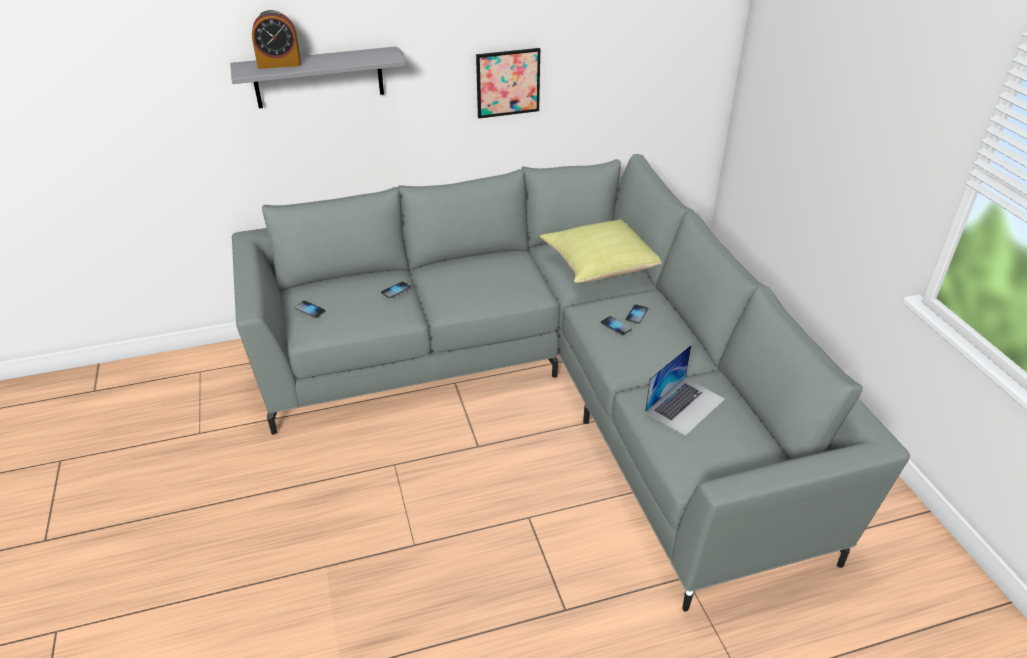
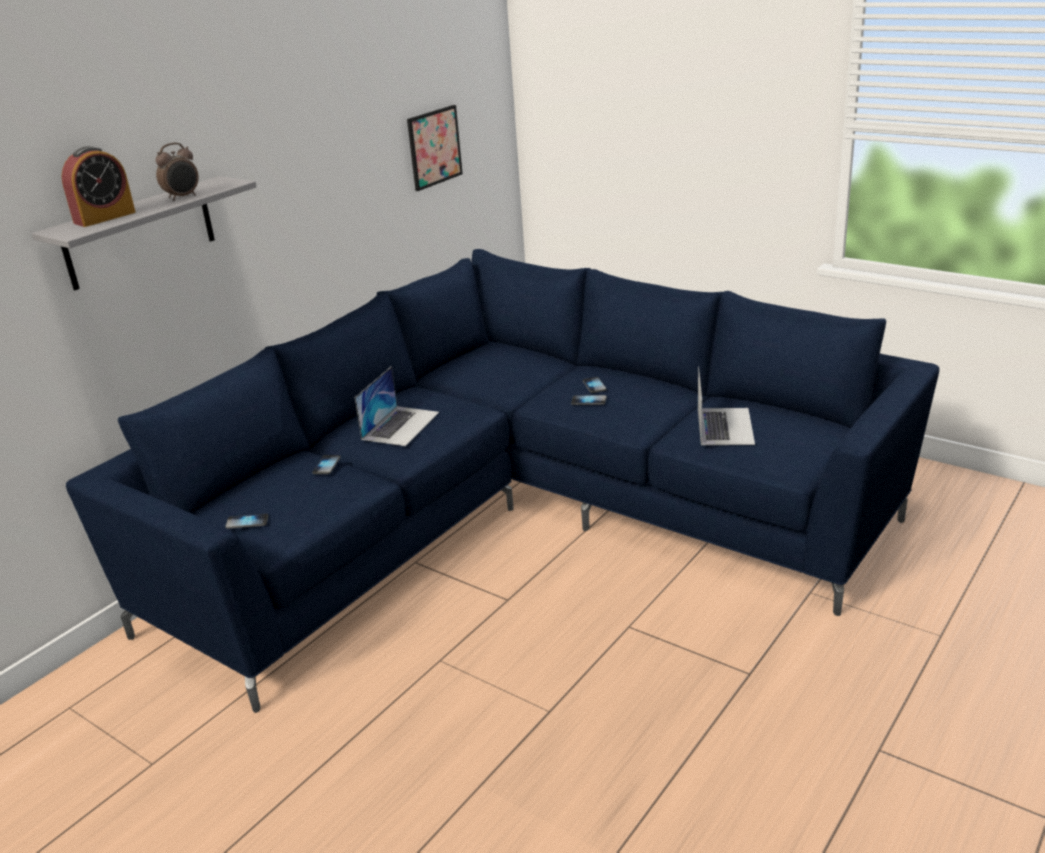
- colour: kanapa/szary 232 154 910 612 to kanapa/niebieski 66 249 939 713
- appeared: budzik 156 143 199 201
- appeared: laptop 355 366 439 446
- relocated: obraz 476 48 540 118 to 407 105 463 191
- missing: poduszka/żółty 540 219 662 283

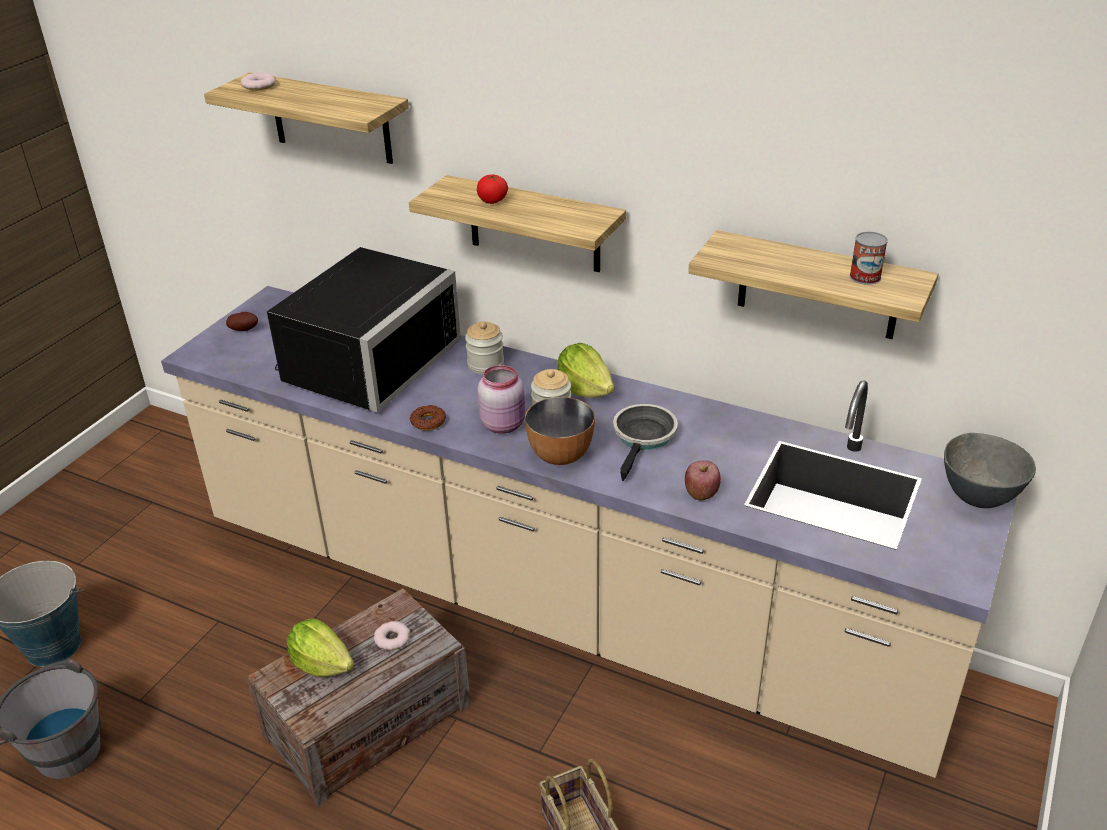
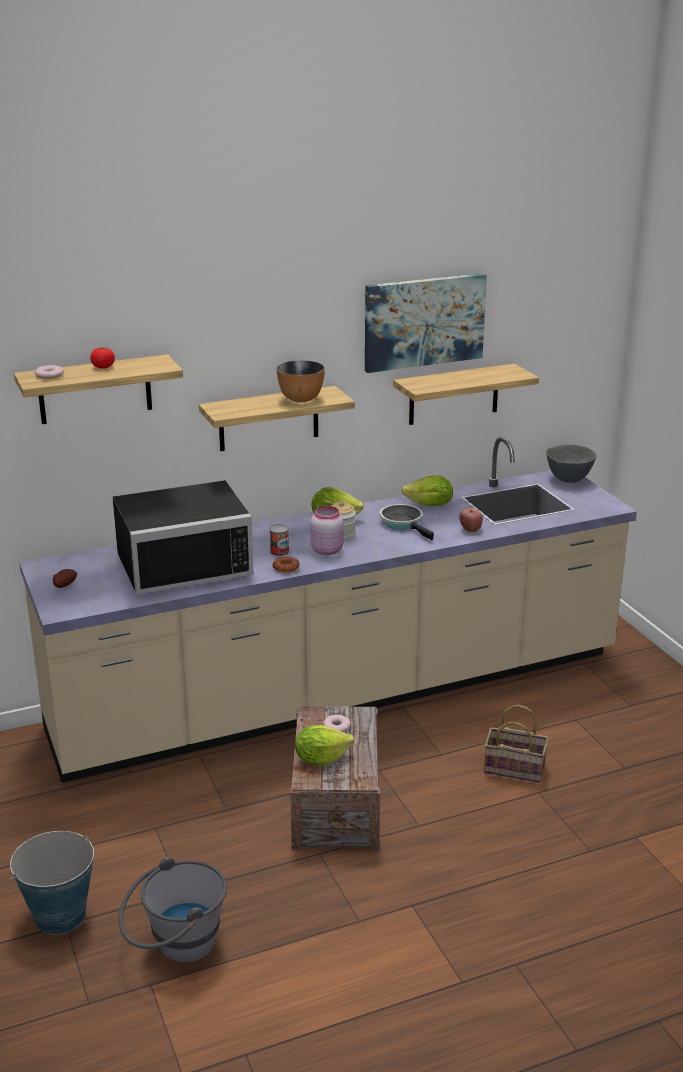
- relocated: pomidor 477 174 508 204 to 90 347 115 369
- spun: mikrofalówka/czarny 267 247 461 413 = 112 480 254 595 90 degrees clockwise
- relocated: puszka 850 232 888 285 to 269 524 289 556
- relocated: miska 525 397 595 465 to 277 360 325 402
- appeared: obraz 365 273 487 373
- appeared: sałata 402 475 453 506
- missing: słoik 465 321 504 374

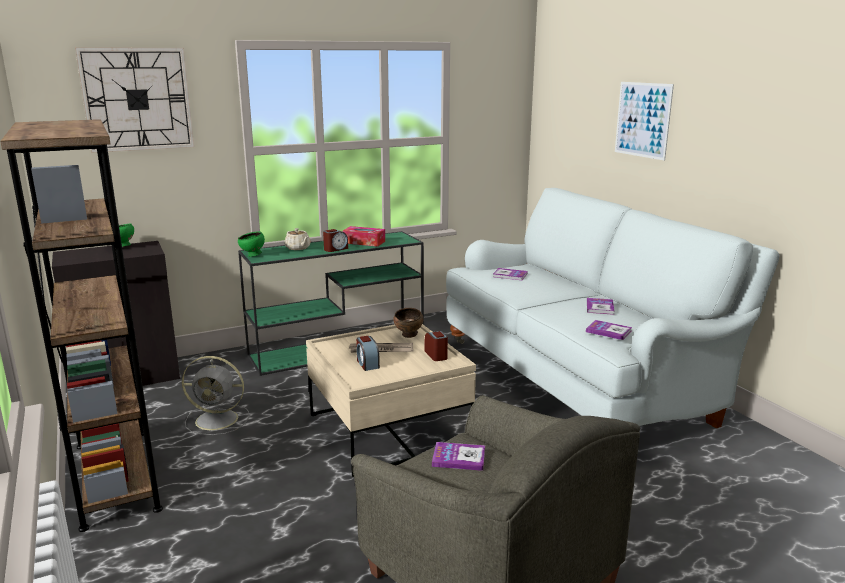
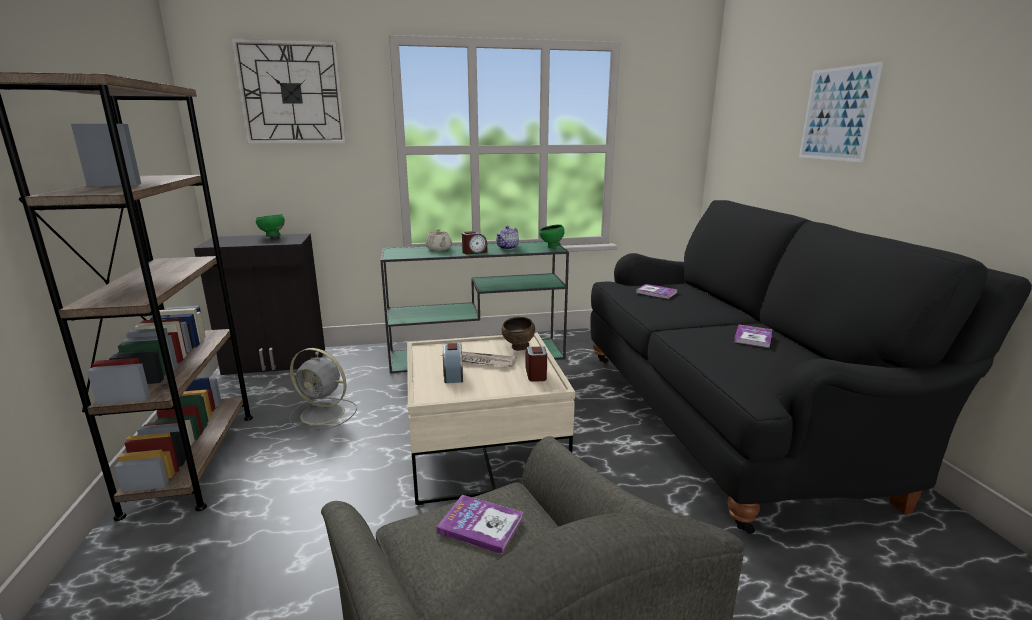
- exchanged: pudełko chusteczek 342 226 385 247 to imbryk 496 226 519 250
- relocated: miska/zielony 238 232 265 257 to 539 225 565 248
- colour: kanapa/biały 446 188 779 428 to kanapa/czarny 590 200 1032 534
- missing: książka 586 320 632 340

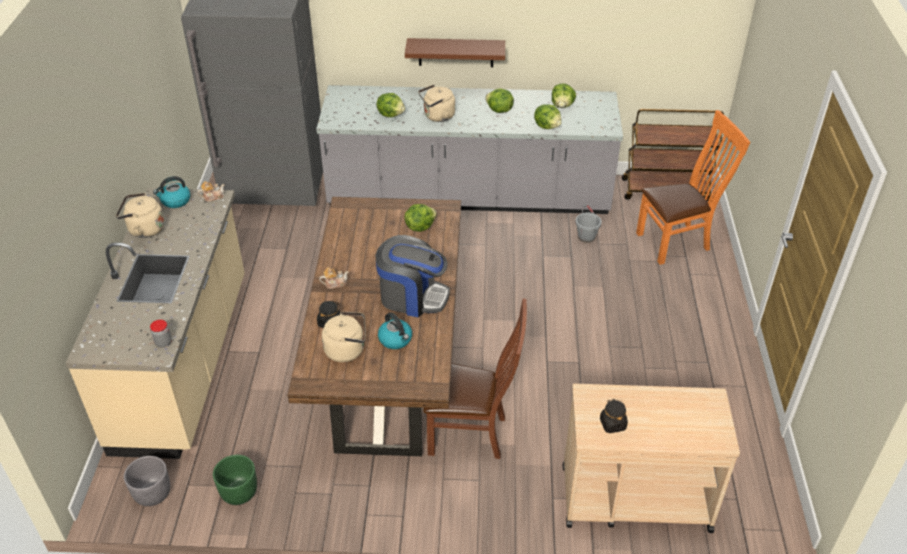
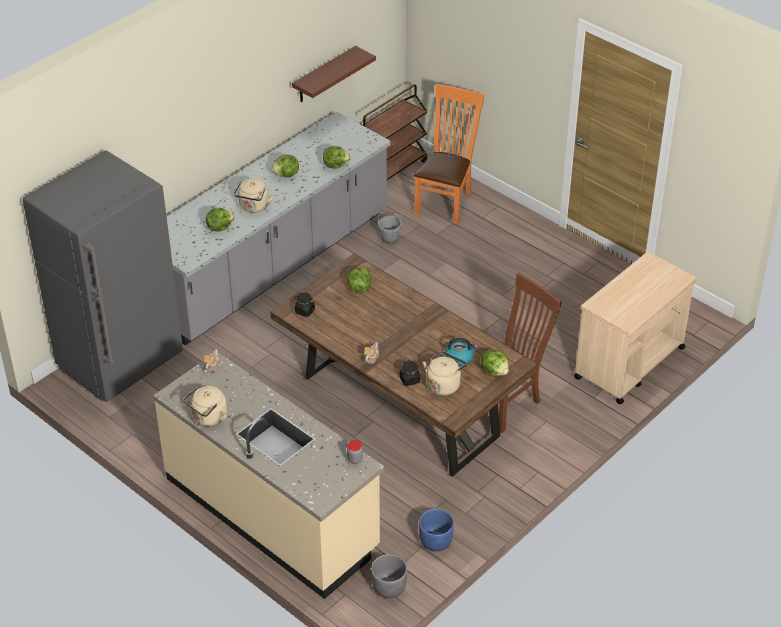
- relocated: półka/brązowy 405 38 505 67 to 292 46 376 102
- relocated: słoik/czarny 600 399 628 433 to 294 292 315 317
- colour: donica/zielony 213 455 257 505 to donica/niebieski 419 509 454 552
- relocated: sałata 552 83 576 108 to 481 349 509 376
- missing: czajnik 153 176 190 208
- missing: ekspres do kawy 376 235 450 317

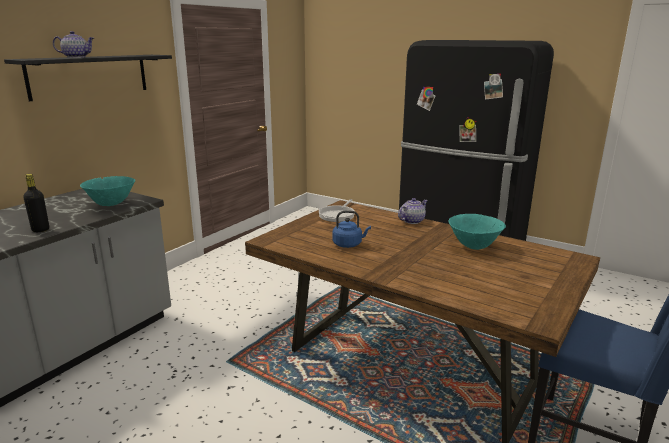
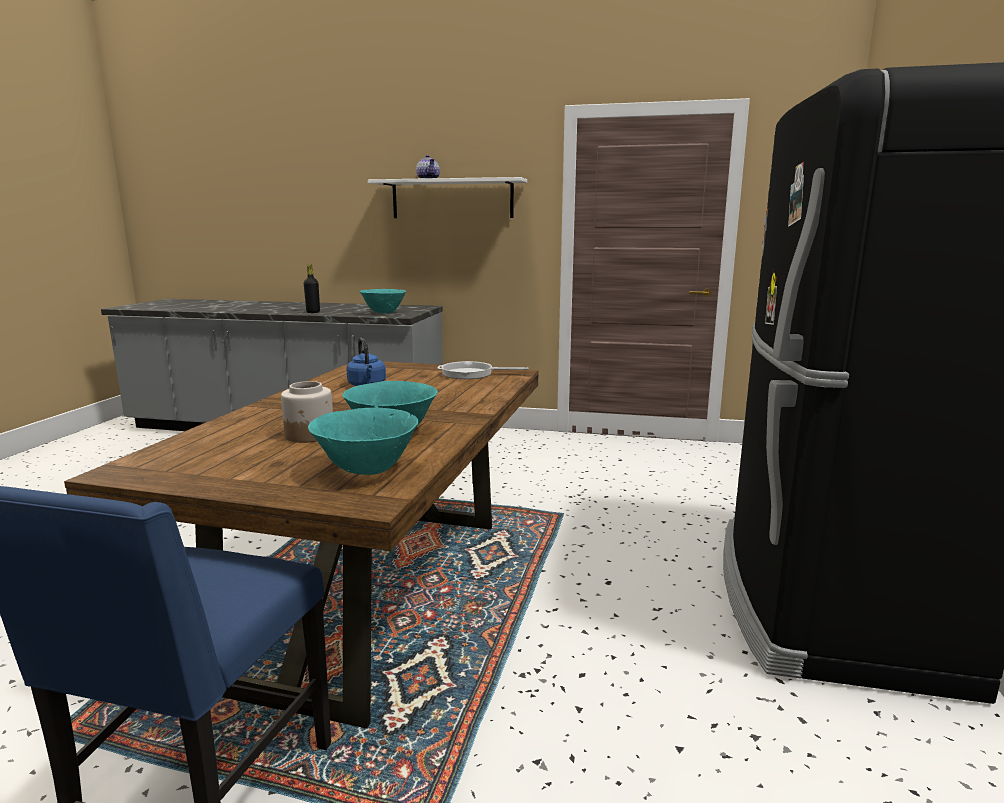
- appeared: słoik 281 381 333 443
- appeared: miska/turkusowy 308 408 419 475
- colour: półka/czarny 4 55 172 101 to półka/biały 368 177 527 218
- missing: imbryk 398 198 428 224

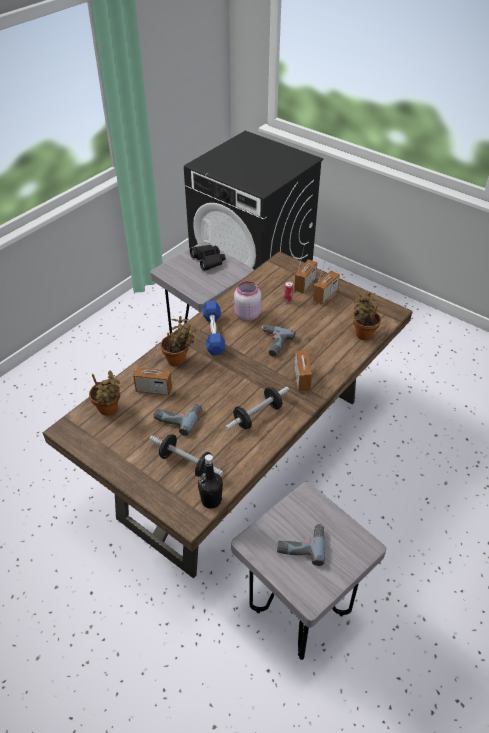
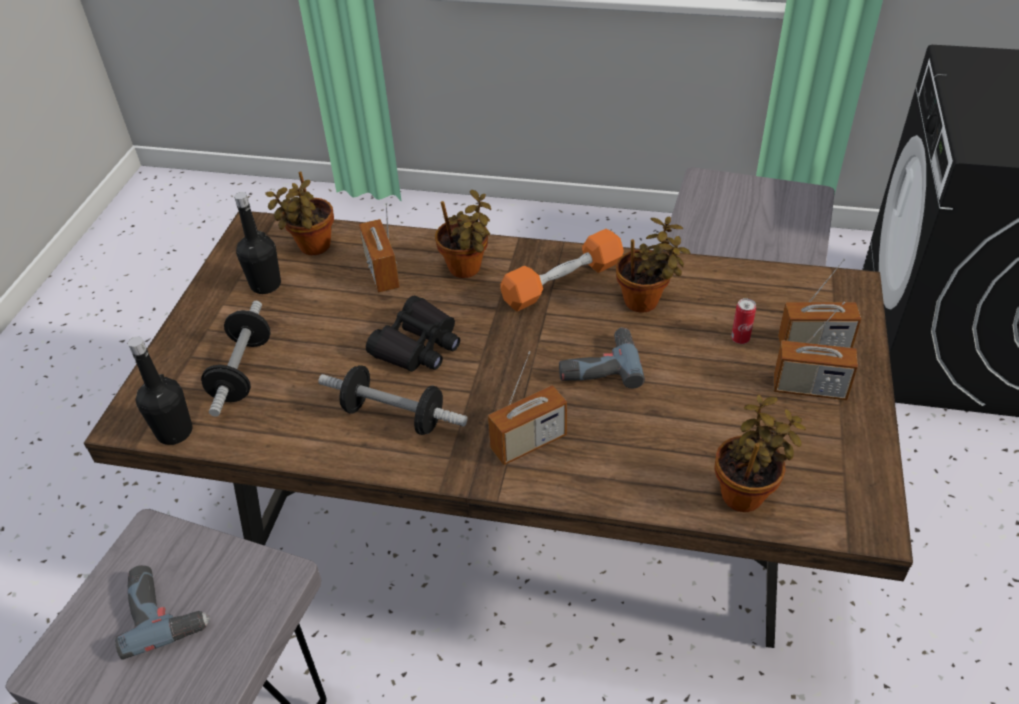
- appeared: butelka/czarny 234 192 281 294
- relocated: lornetka/czarny 190 245 226 271 to 366 296 460 372
- colour: hantel/niebieski 202 301 226 355 to hantel/pomarańczowy 500 229 624 311
- exchanged: słoik/różowy 234 281 261 321 to roślina doniczkowa 616 217 690 313
- missing: wiertarka 153 403 202 436

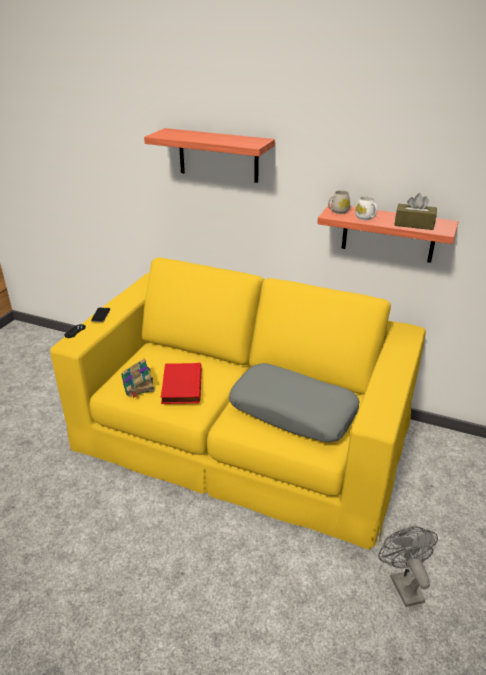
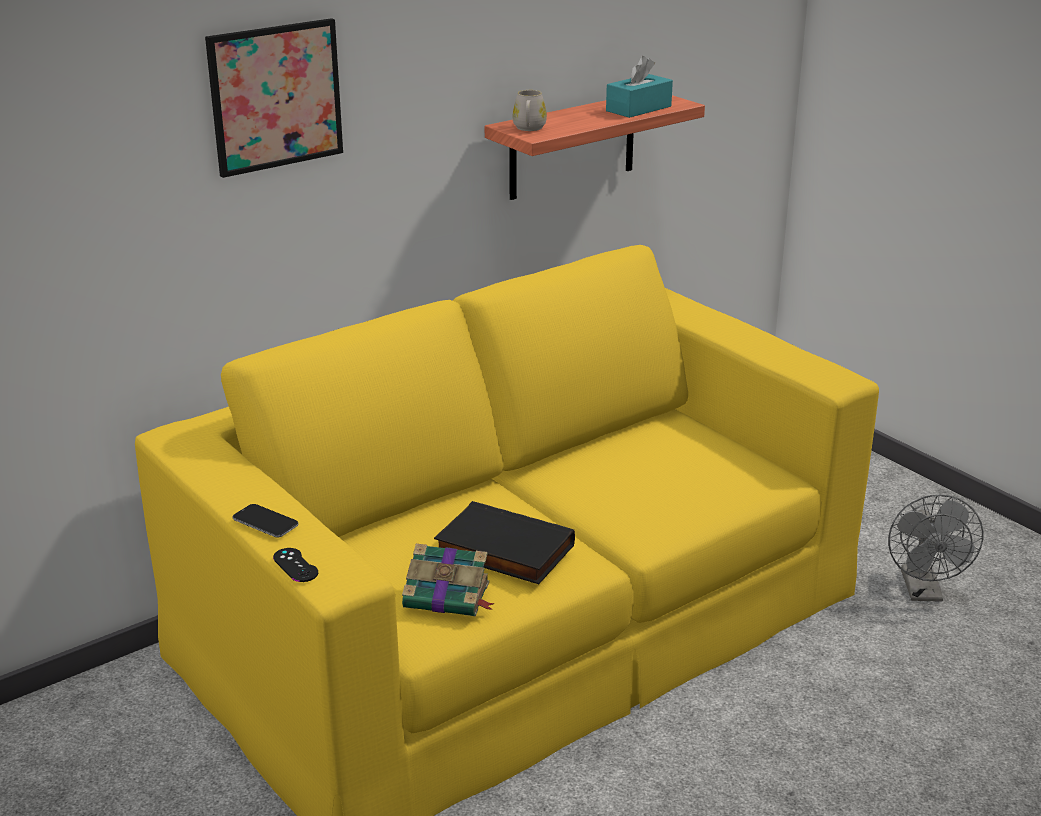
- exchanged: półka 144 128 275 183 to obraz 205 18 343 178
- colour: książka/czerwony 161 363 202 404 to książka/czarny 434 501 575 584
- colour: pudełko chusteczek/brązowy 394 193 437 230 to pudełko chusteczek/turkusowy 606 56 673 118
- spun: wentylator/szary 378 526 438 607 = 888 494 983 602 105 degrees counterclockwise
- missing: poduszka/szary 229 363 360 442
- missing: kubek/biały 355 196 377 220

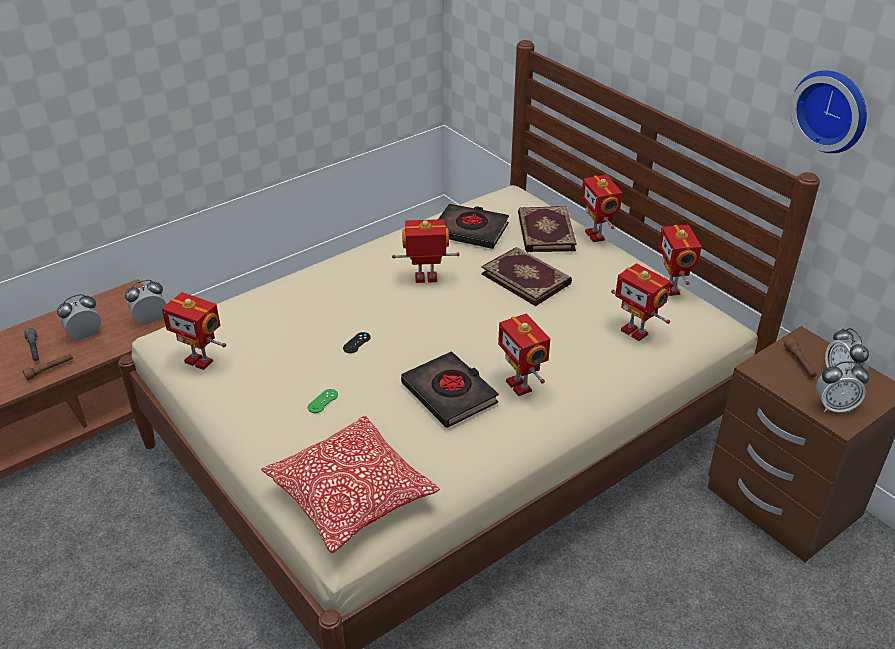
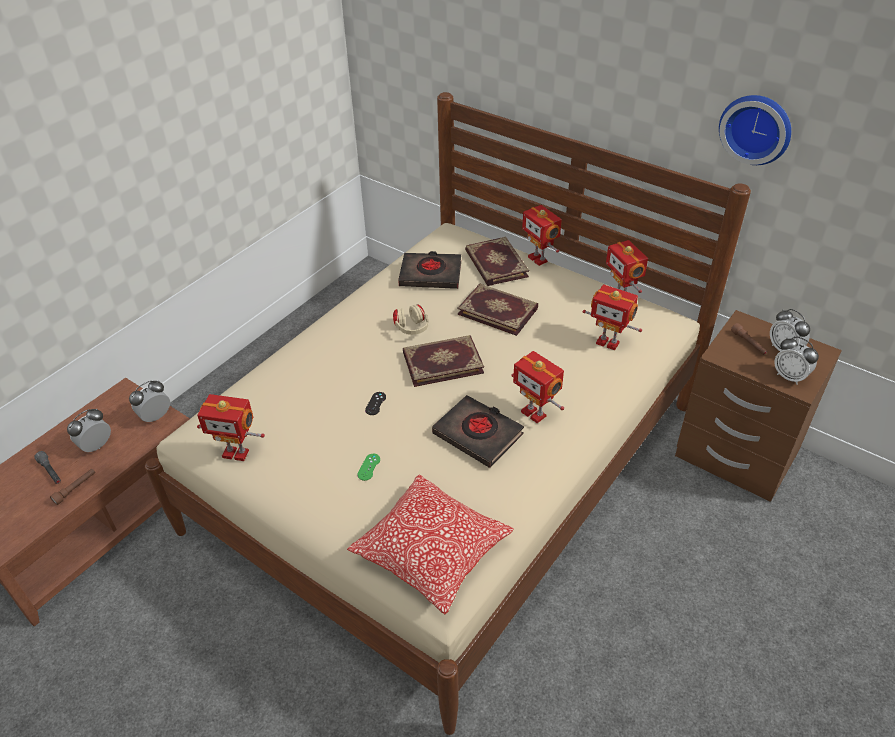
- exchanged: robot zabawkowy 392 219 460 283 to słuchawki/beżowy 393 304 428 335
- appeared: książka 403 335 484 387
- spun: budzik 816 361 870 412 = 774 336 819 385 60 degrees clockwise

